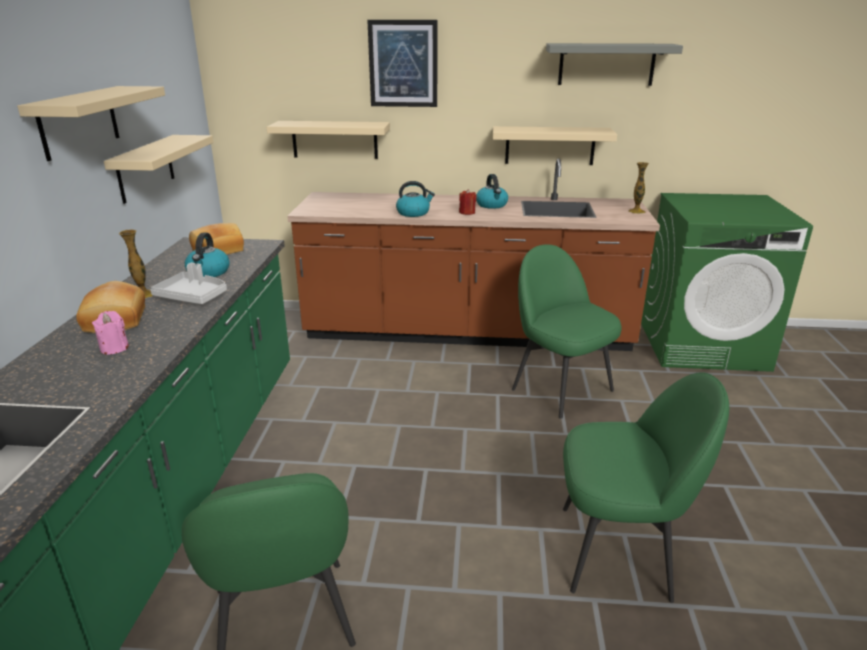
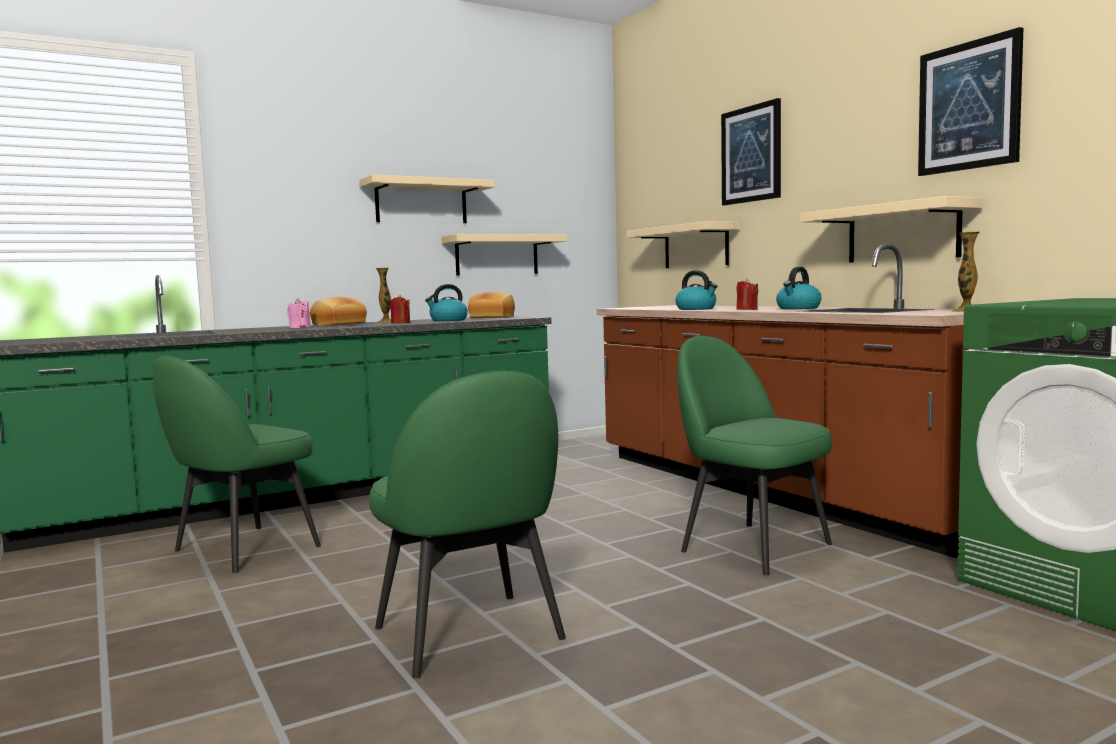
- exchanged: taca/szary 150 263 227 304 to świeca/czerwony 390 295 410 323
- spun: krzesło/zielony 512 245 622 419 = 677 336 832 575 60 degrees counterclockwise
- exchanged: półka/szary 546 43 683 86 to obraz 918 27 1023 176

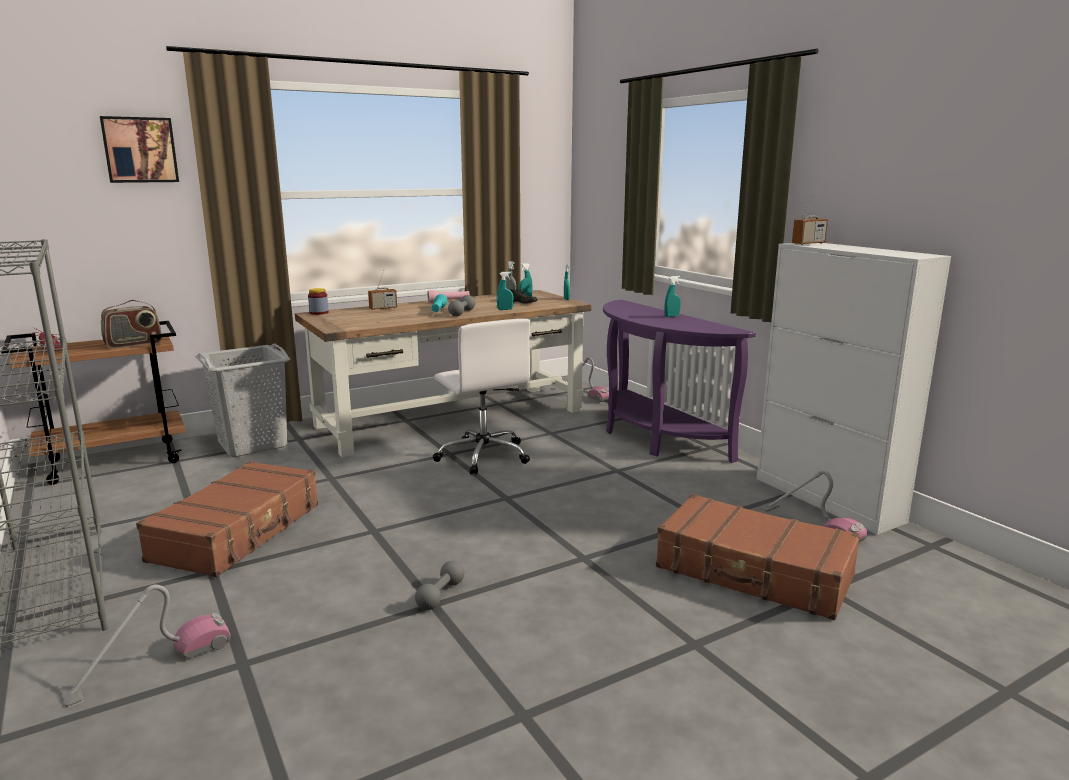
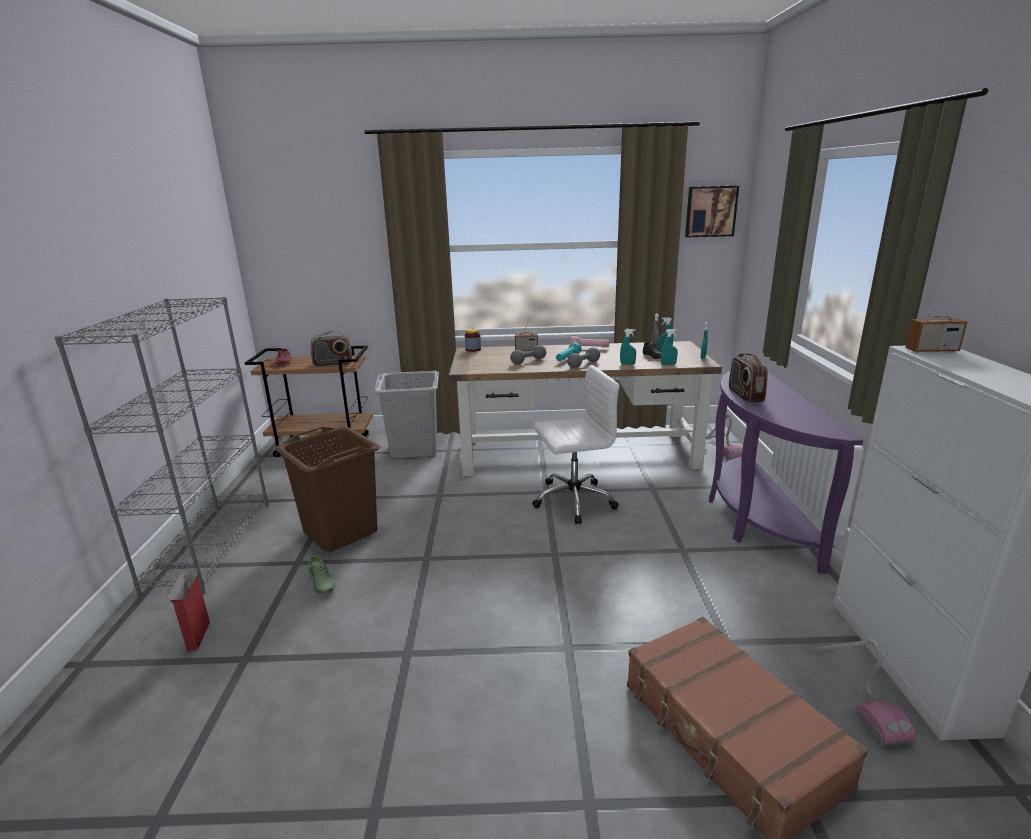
- exchanged: odkurzacz 60 585 230 708 to karton 167 568 210 651
- exchanged: walizka/brązowy 136 461 318 577 to kosz na pranie/brązowy 275 426 380 552
- appeared: but 308 553 336 595
- relocated: hantel/szary 415 561 465 610 to 510 345 546 364
- spun: krzesło biurowe/biały 433 318 530 475 = 532 365 619 524 105 degrees counterclockwise
- relocated: spryskiwacz/turkusowy 665 276 681 317 to 661 329 678 365
- relocated: obraz 100 116 179 183 to 685 186 739 237
- appeared: radio 729 353 768 402

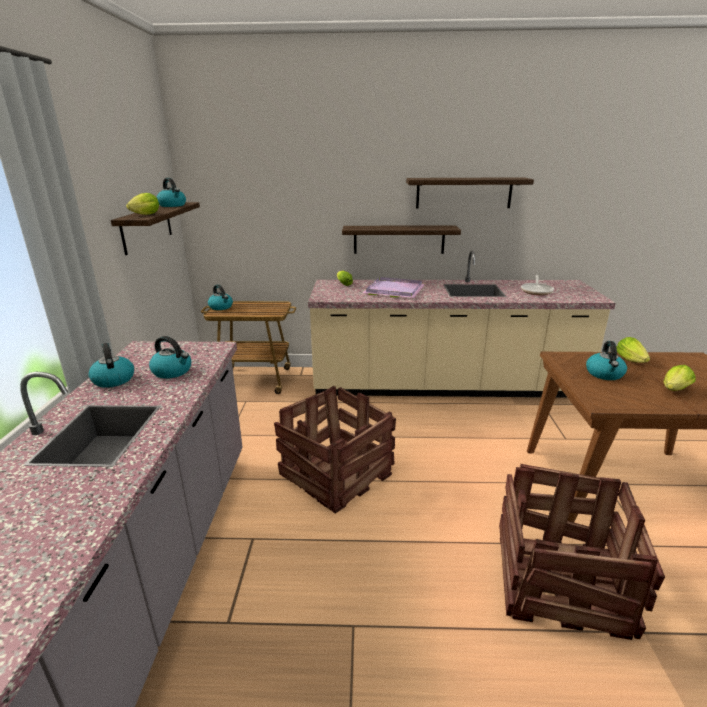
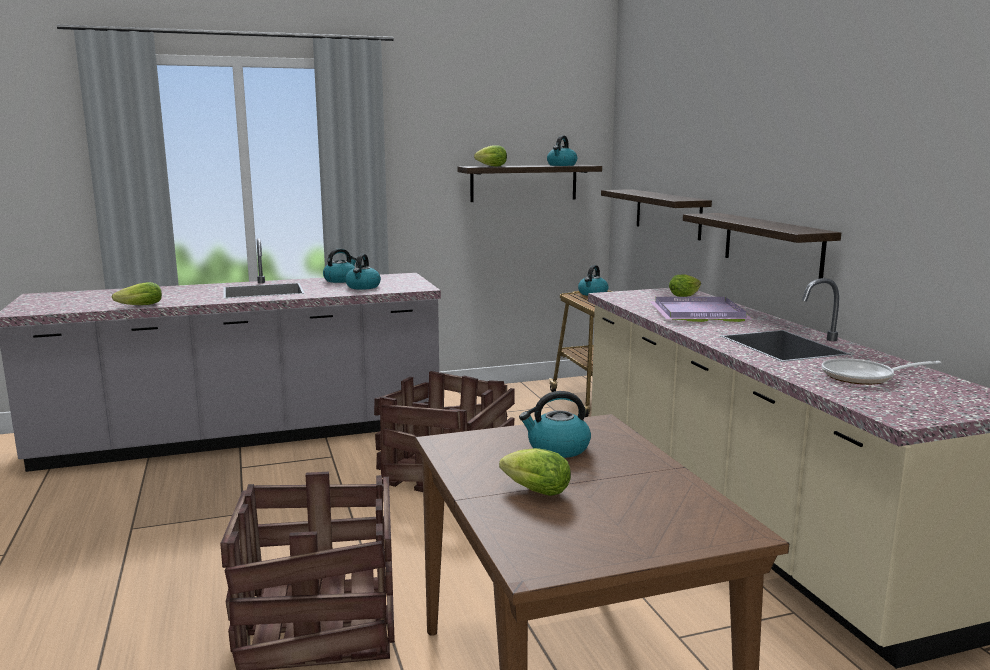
- relocated: sałata 616 337 650 363 to 112 282 162 305
- relocated: półka 406 177 534 209 to 601 189 712 240

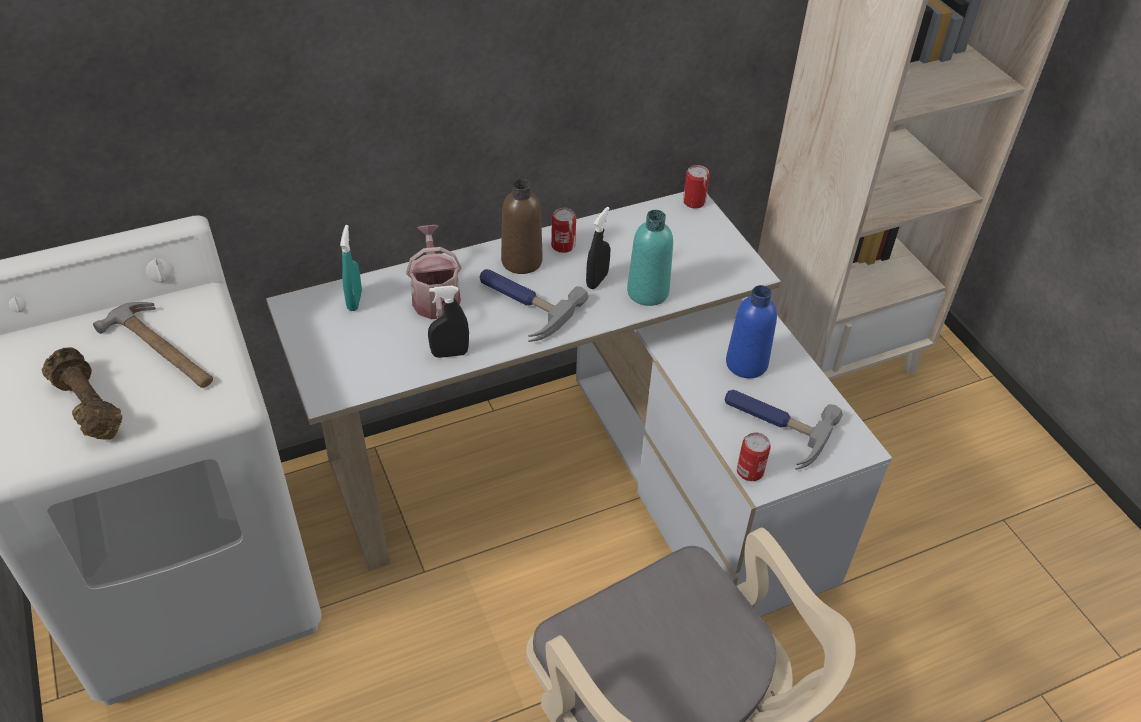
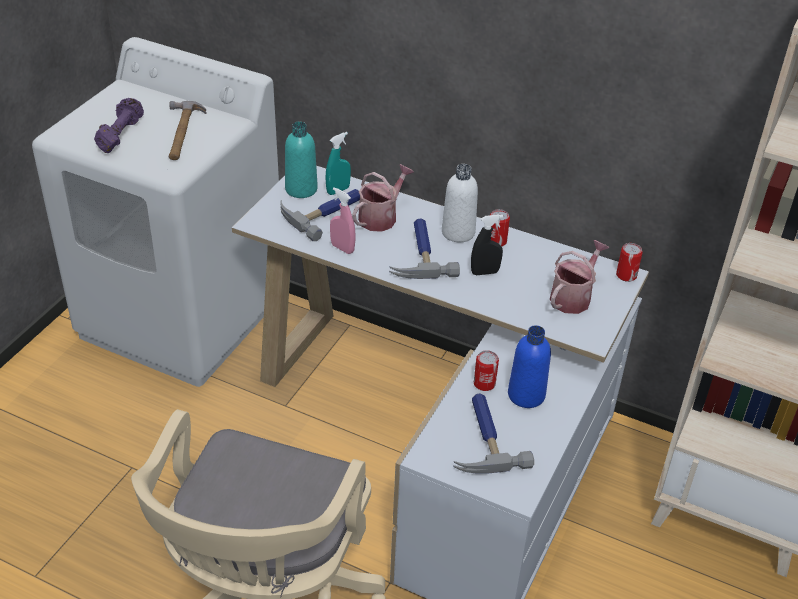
- colour: hantel/brązowy 42 347 122 440 to hantel/fioletowy 94 98 144 153
- appeared: młotek 280 189 360 241
- relocated: butelka/turkusowy 627 210 673 306 to 285 122 318 198
- colour: spryskiwacz/czarny 428 286 469 358 to spryskiwacz/różowy 330 187 356 254
- colour: butelka/brązowy 501 179 543 274 to butelka/biały 442 164 478 242
- relocated: puszka 737 432 771 481 to 474 350 499 391
- appeared: konewka 550 240 609 314

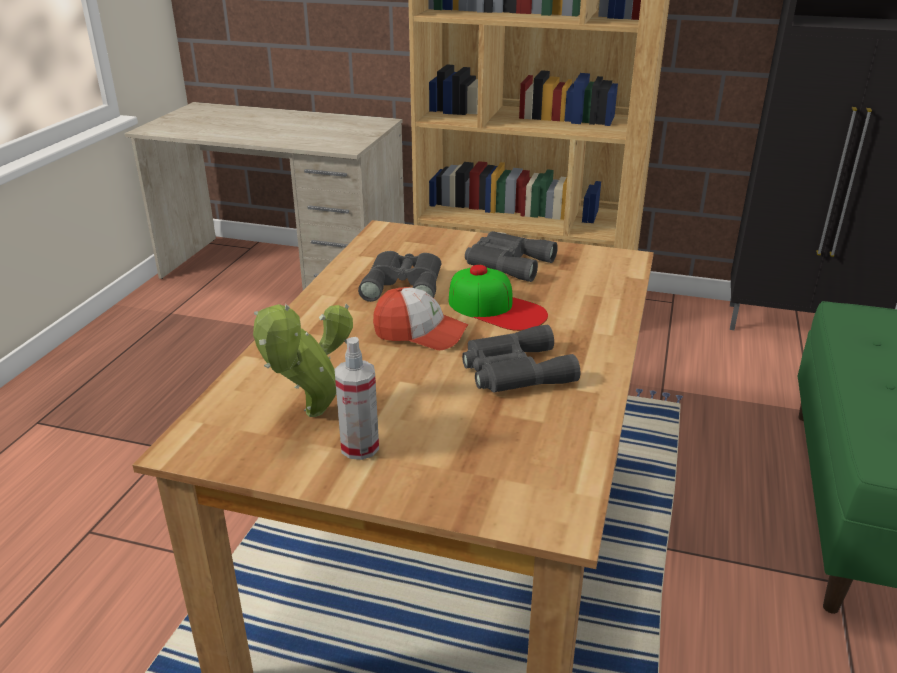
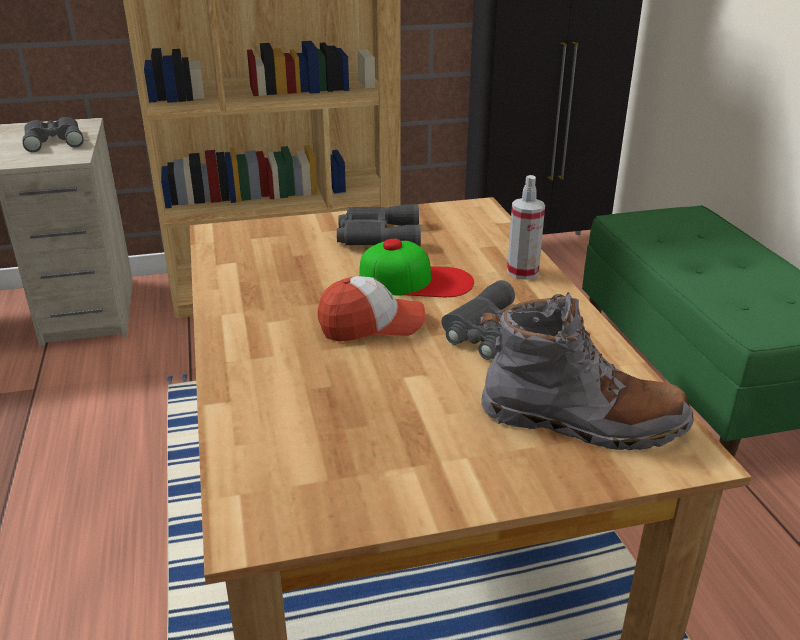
- relocated: lornetka/szary 358 251 441 302 to 23 117 84 152
- appeared: but z cholewką/szary 480 292 694 450
- relocated: spryskiwacz 334 337 379 460 to 507 175 545 280
- missing: roślina doniczkowa 253 304 353 417

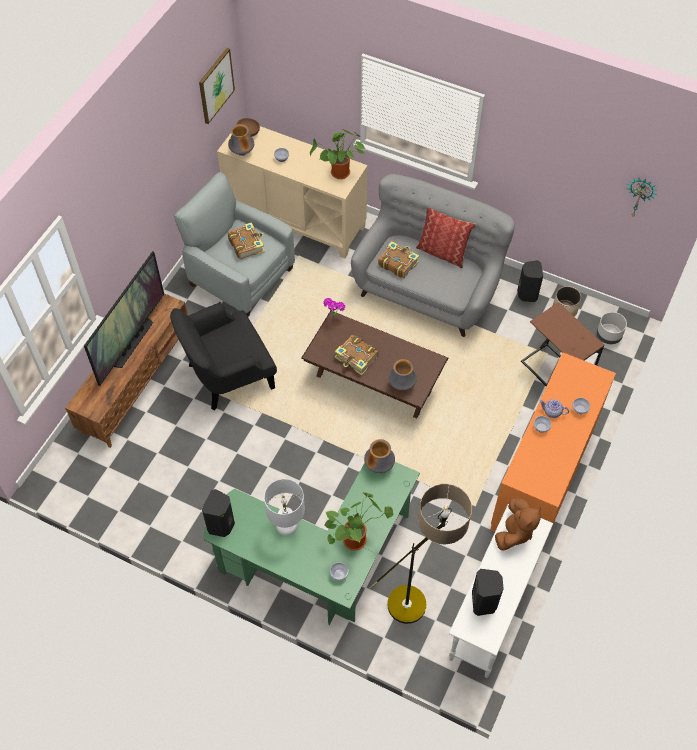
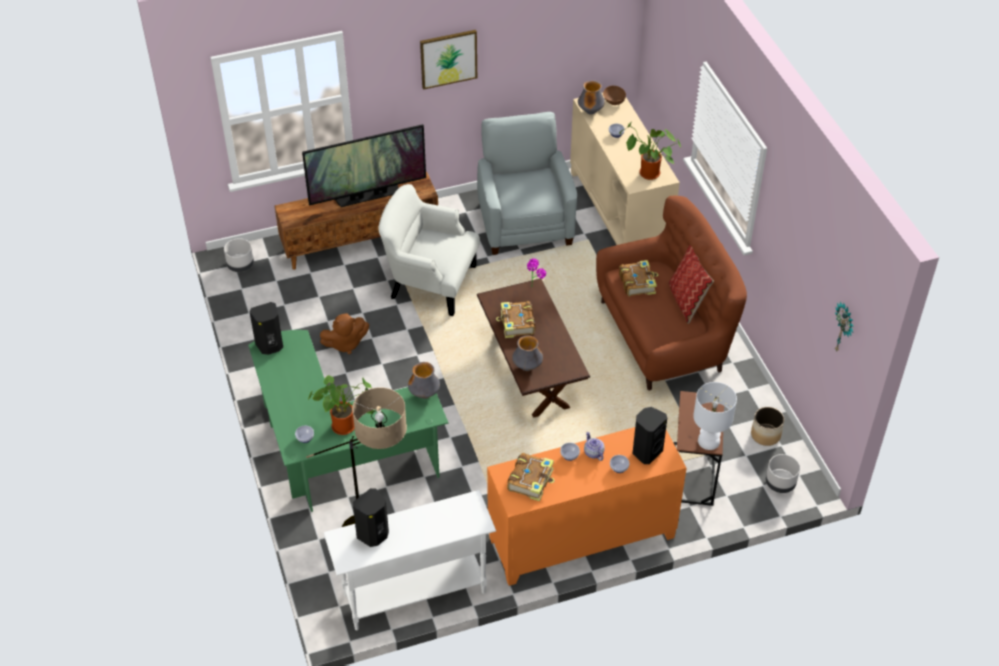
- appeared: donica/szary 224 238 254 272
- relocated: pluszak/brązowy 495 498 541 551 to 320 314 369 354
- colour: fotel/czarny 170 302 277 411 to fotel/biały 378 184 480 316
- relocated: obraz 199 48 235 124 to 420 30 477 90
- relocated: książka 228 222 265 260 to 507 453 554 501
- colour: kanapa/szary 351 174 515 337 to kanapa/brązowy 596 196 747 390
- relocated: głośnik/czarny 517 260 543 302 to 633 407 667 464
- relocated: lampa stołowa/biały 264 479 305 536 to 693 382 737 450

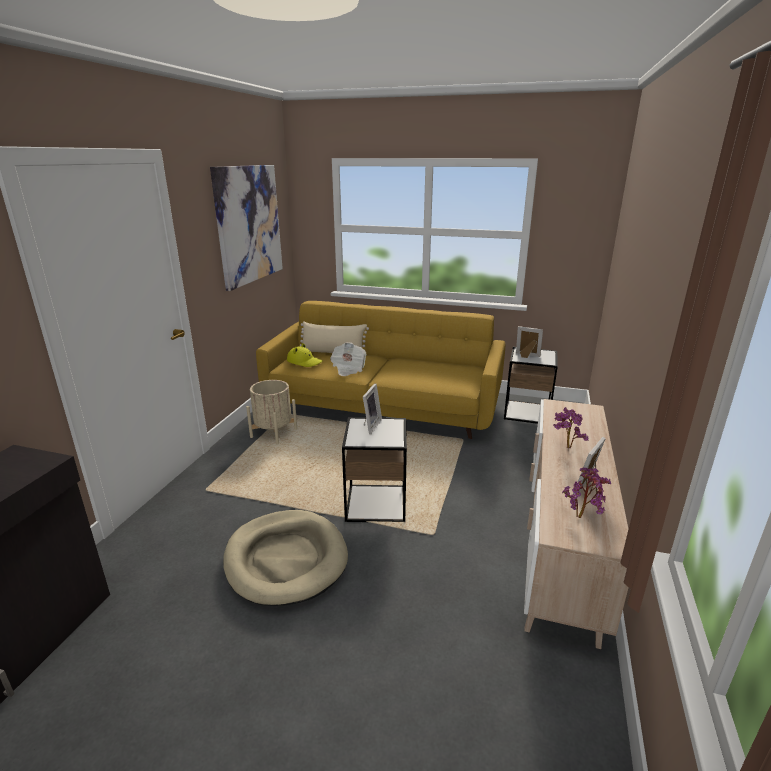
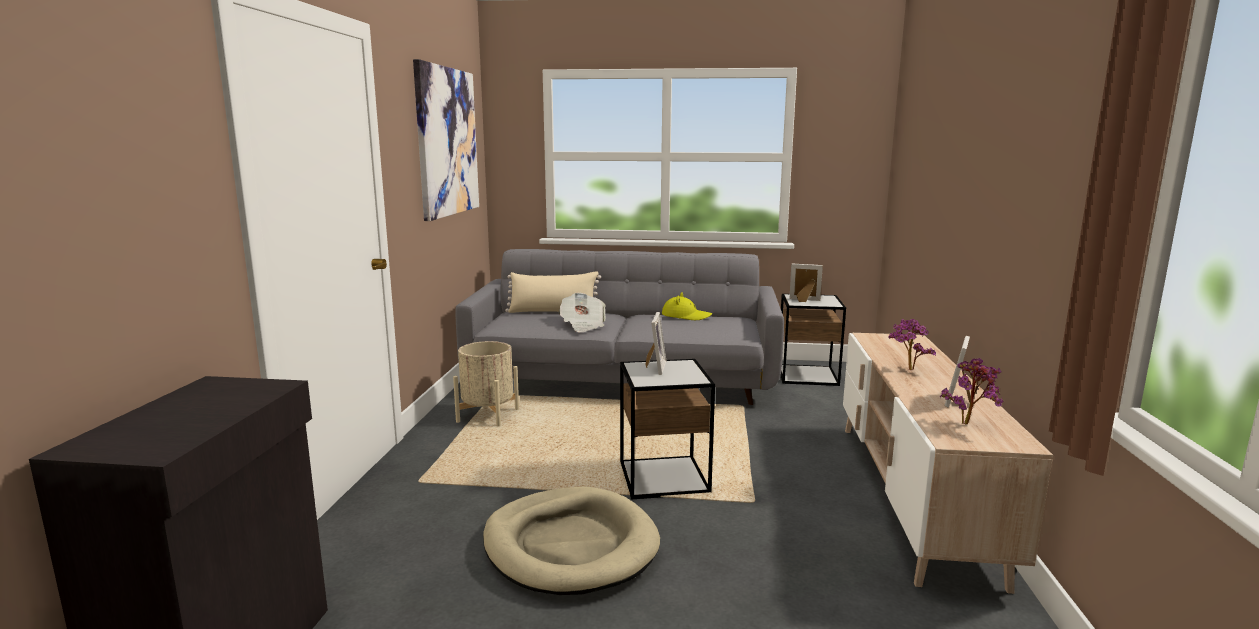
- colour: kanapa/żółty 256 301 505 439 to kanapa/szary 455 249 784 405
- relocated: kapelusz/żółty 287 343 323 367 to 662 292 712 320

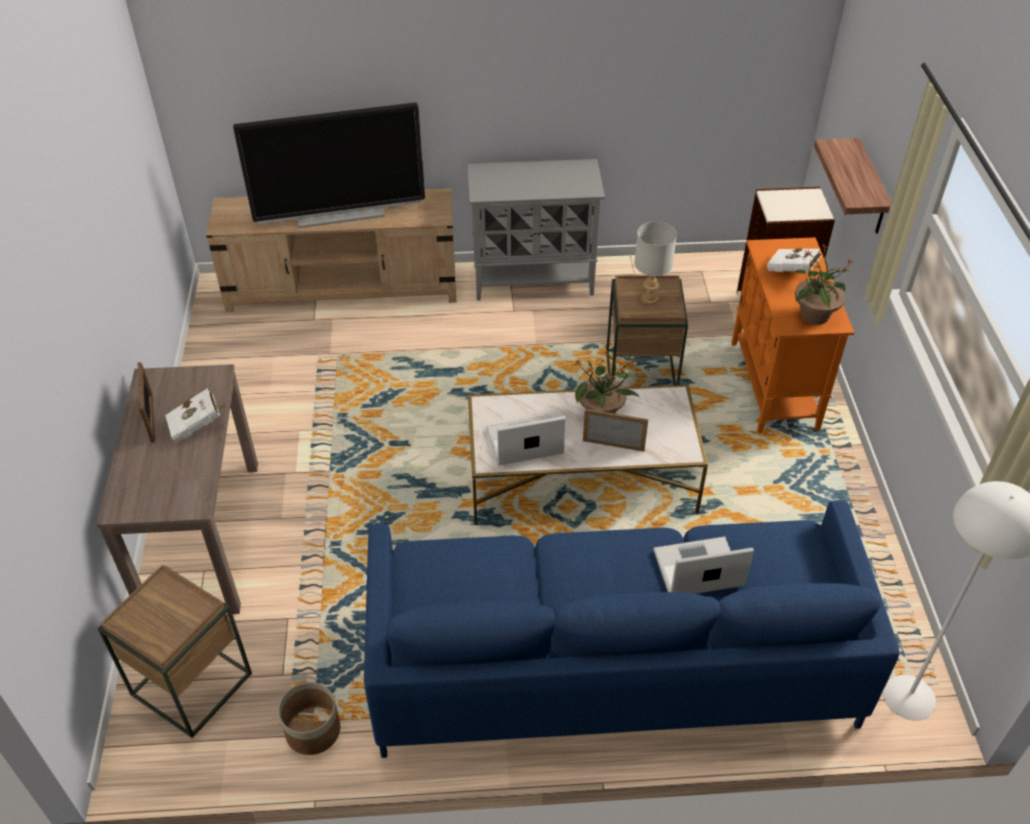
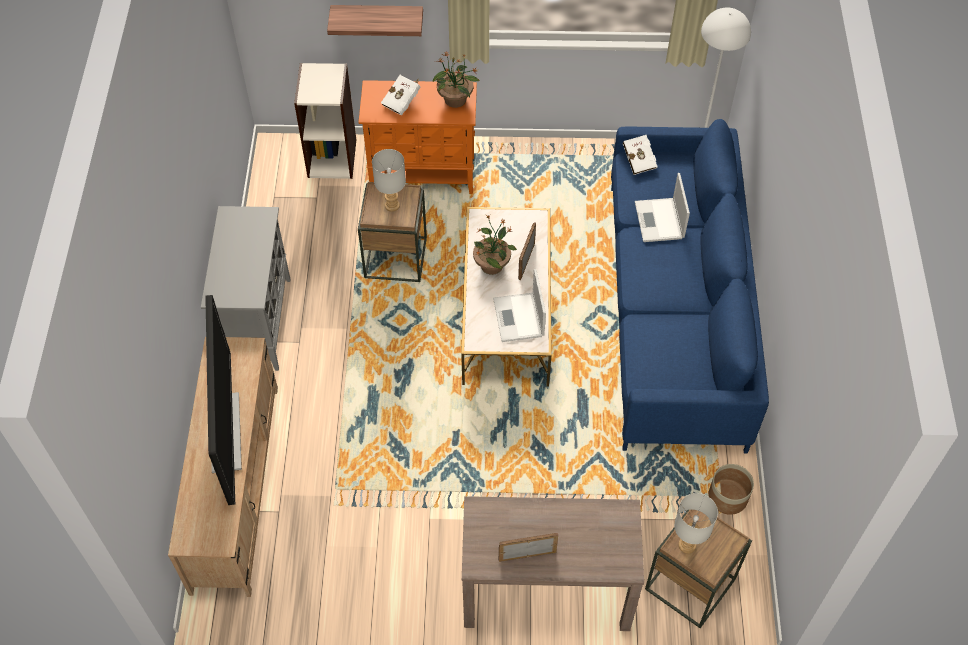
- relocated: książka/biały 165 388 225 443 to 622 135 658 175
- appeared: lampa stołowa/szary 674 493 718 553

